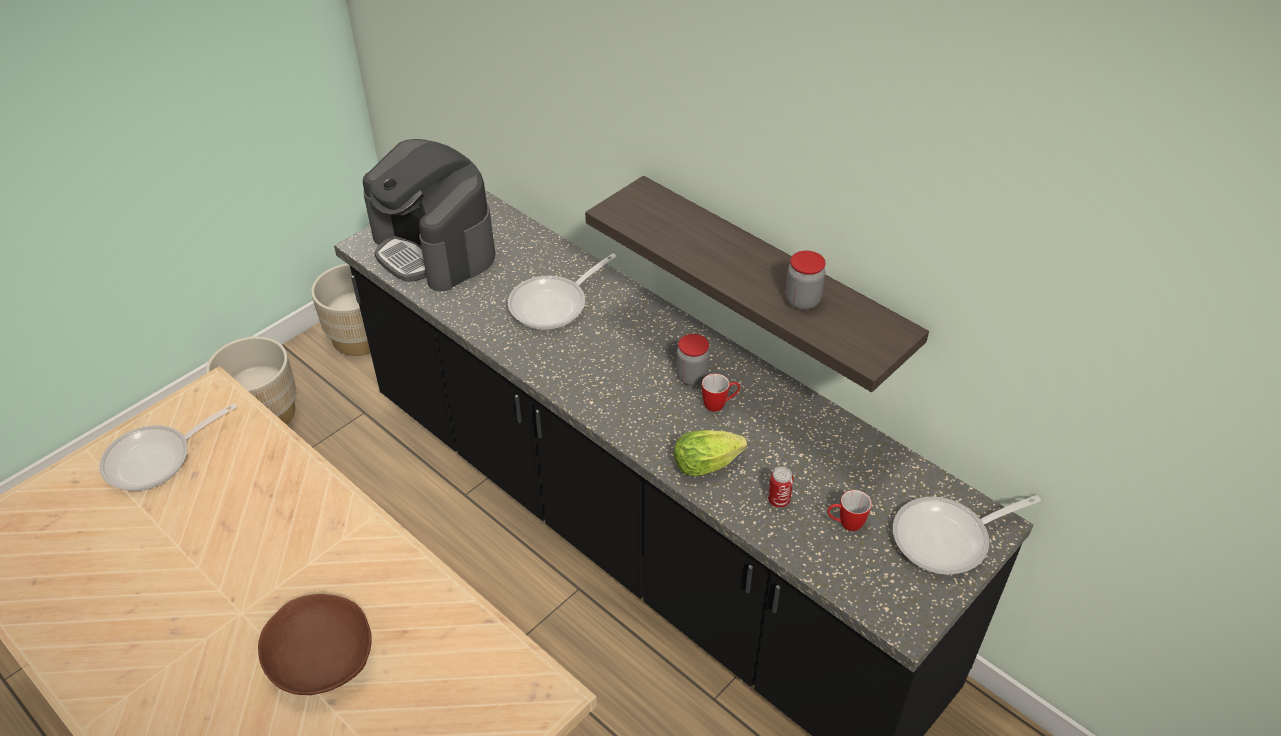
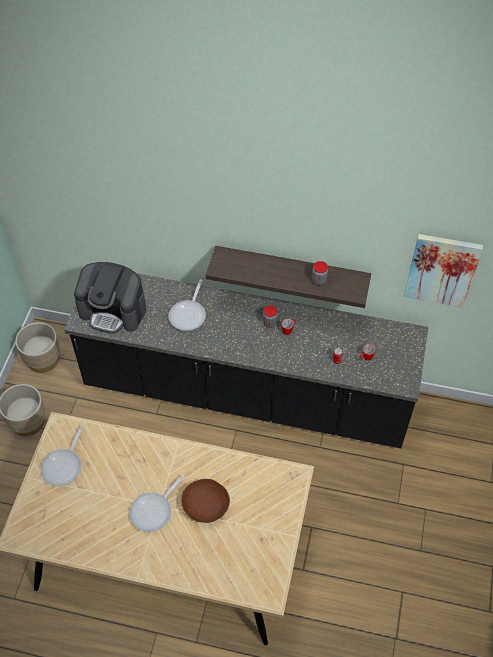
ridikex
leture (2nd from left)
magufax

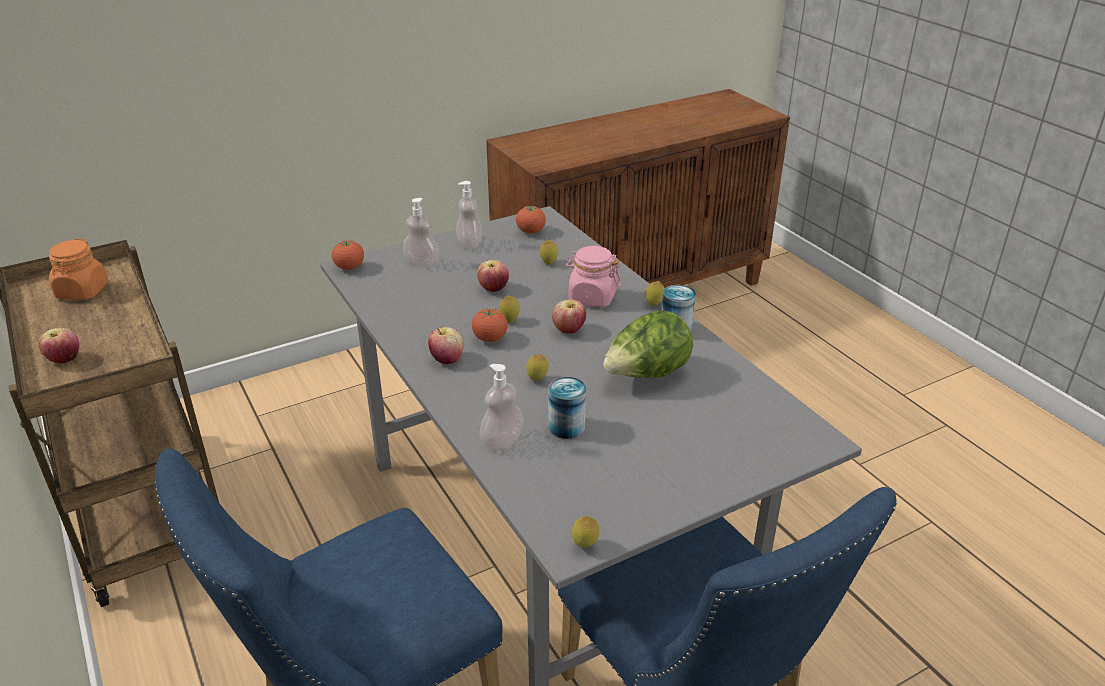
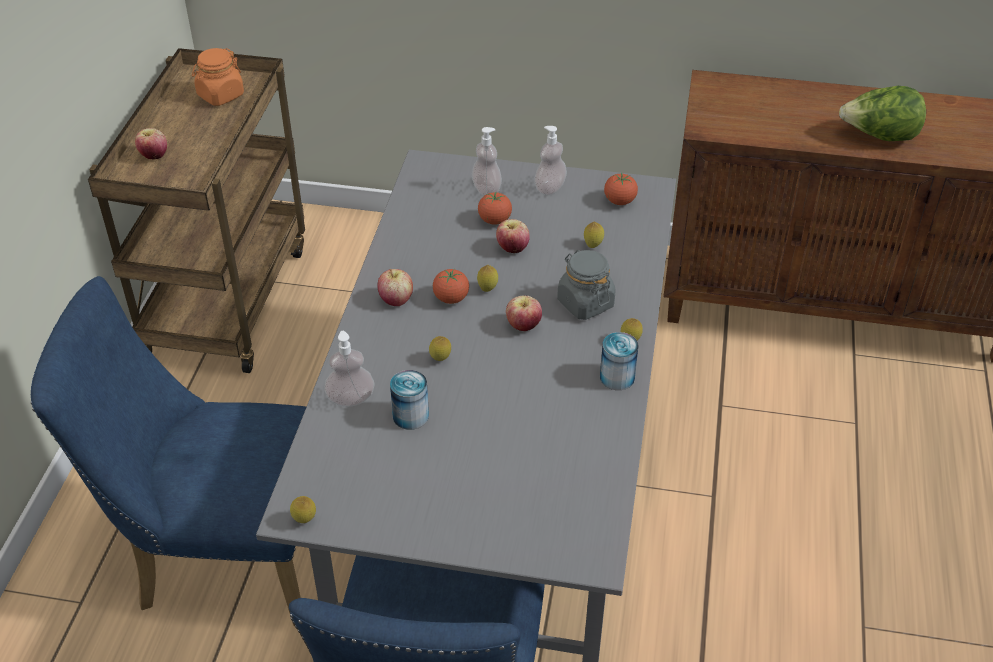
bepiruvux (2nd from left)
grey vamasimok
ridikex

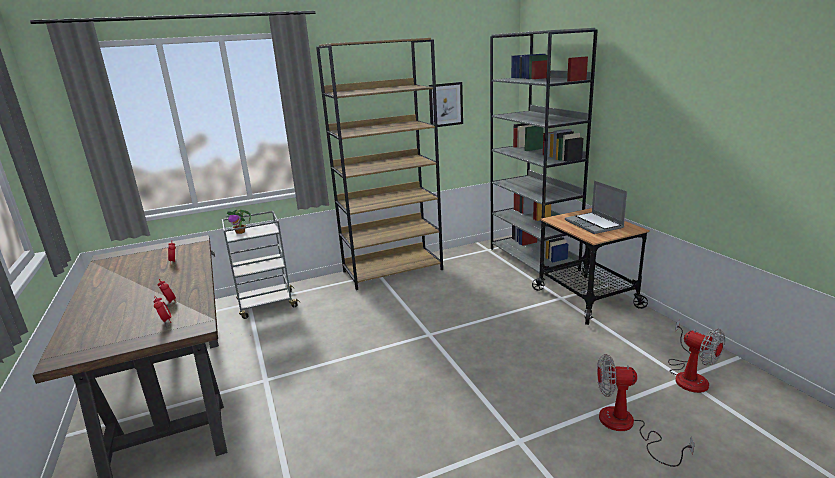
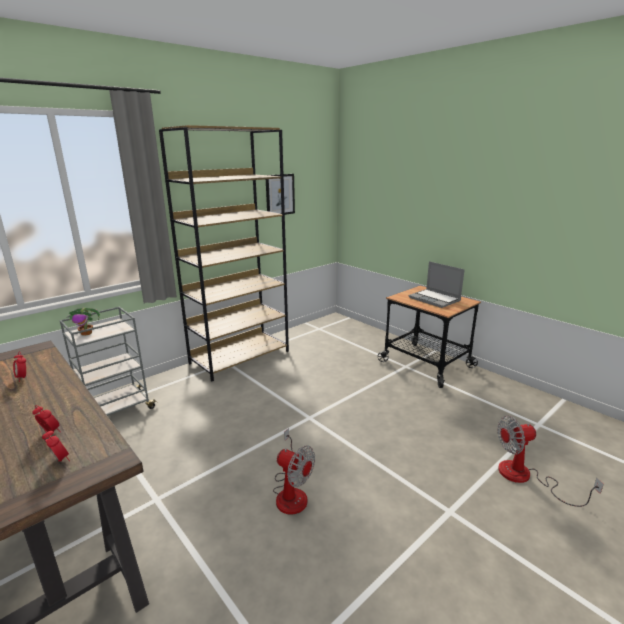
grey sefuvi
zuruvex (1st from left)

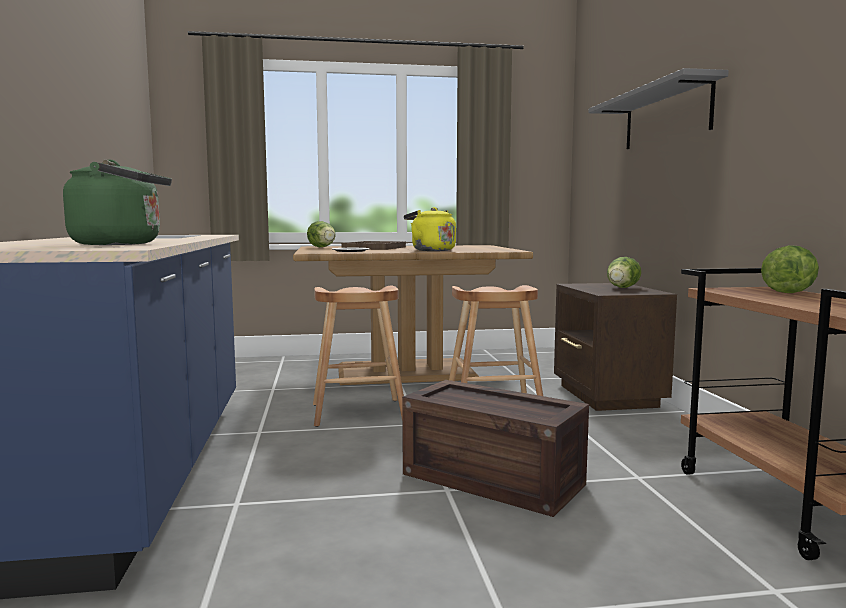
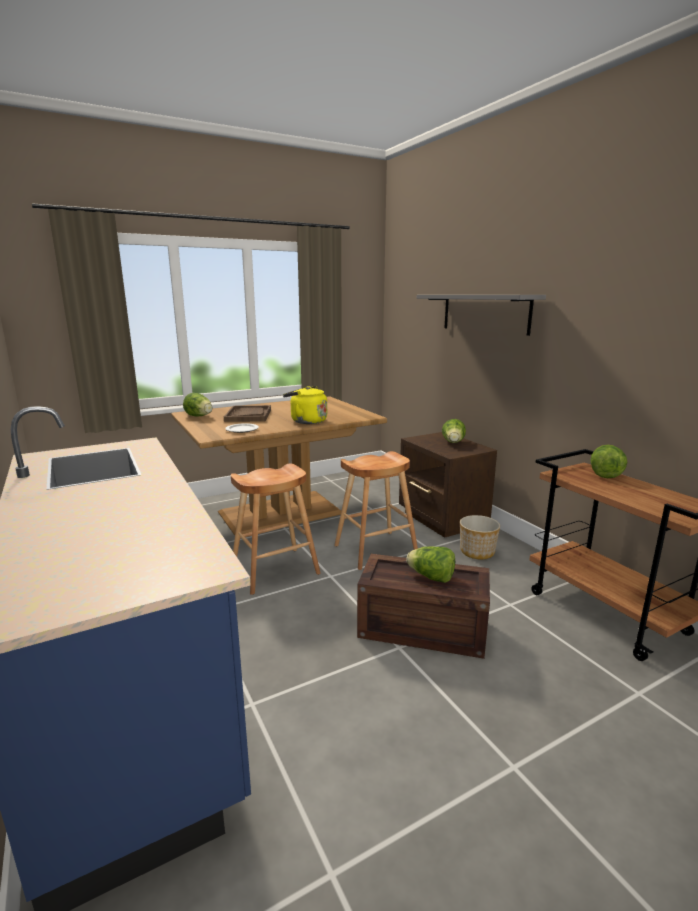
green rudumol
ridikex (2nd from left)
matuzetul

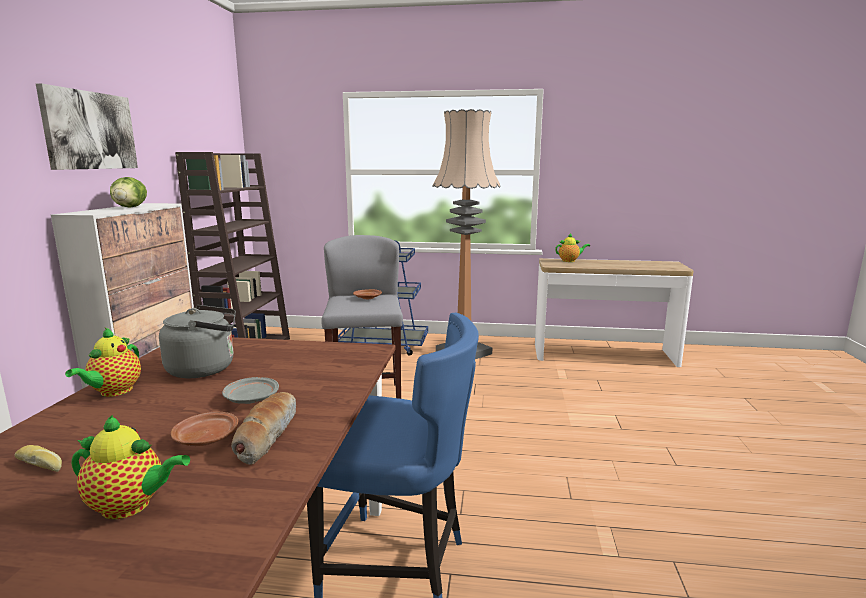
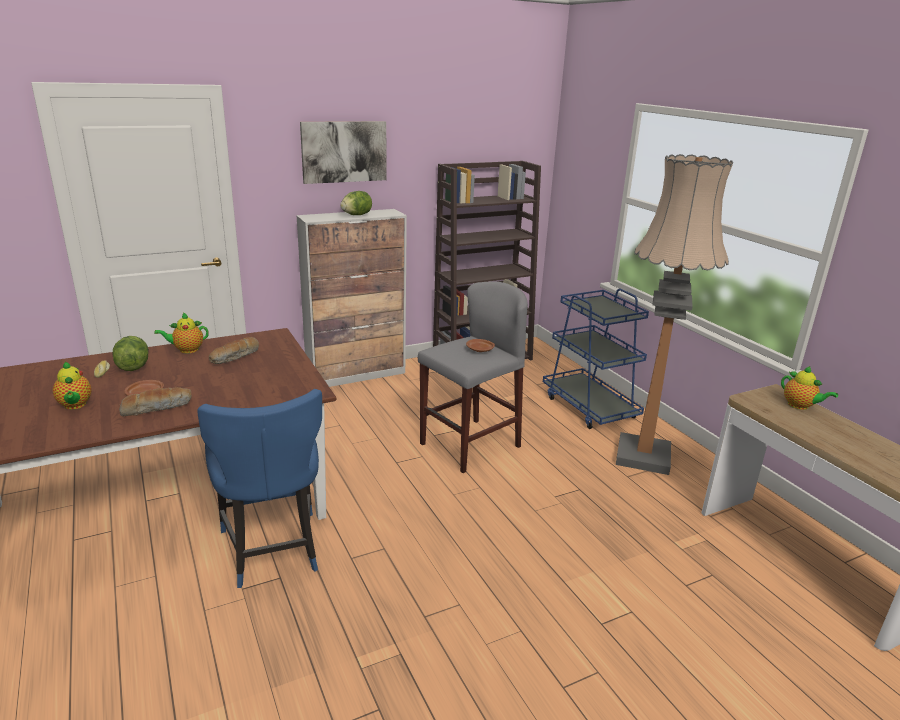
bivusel (3rd from left)
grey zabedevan
ridikex (1st from left)

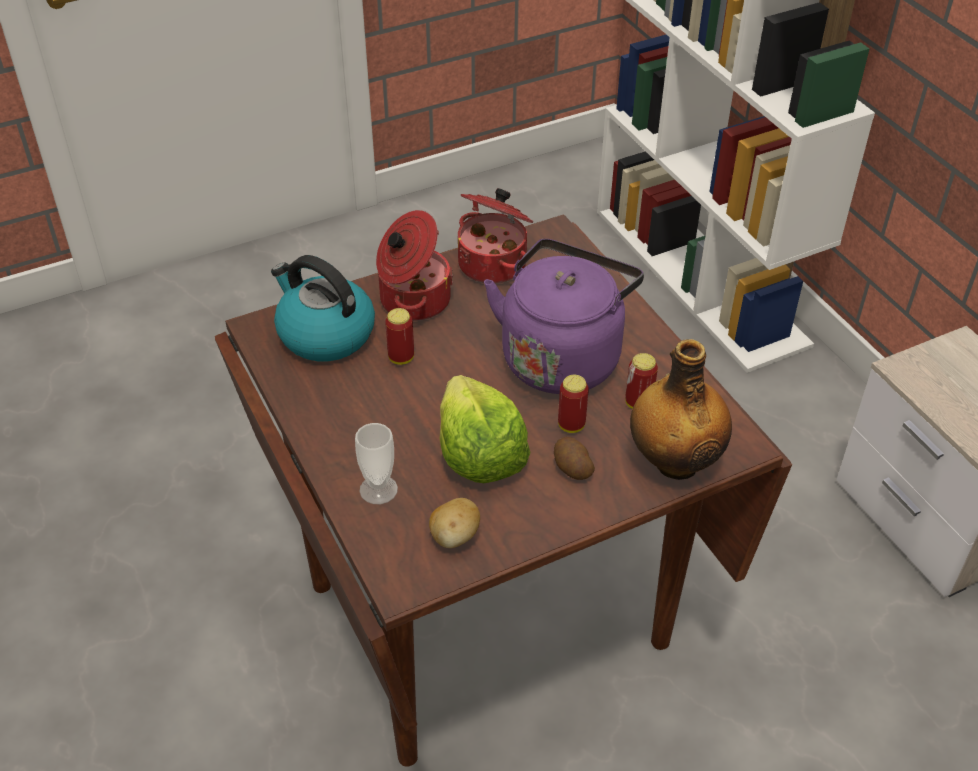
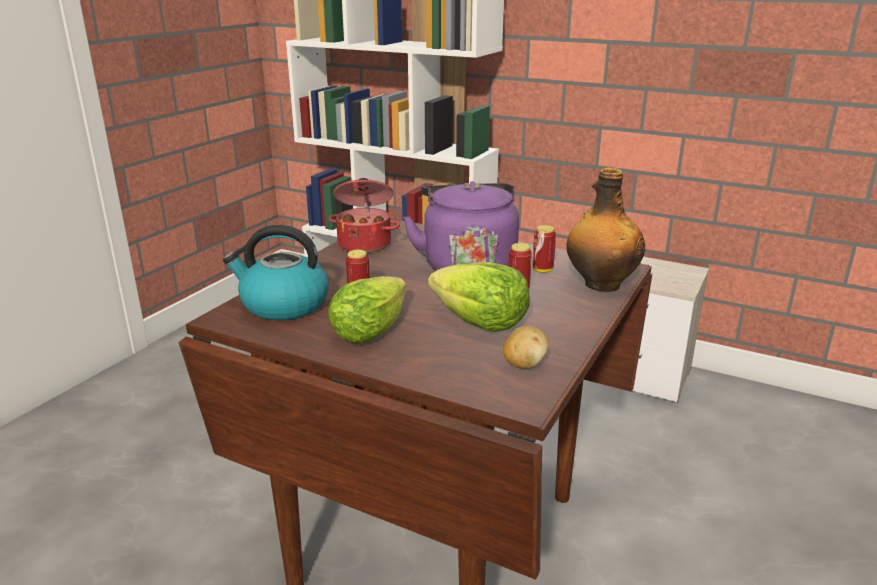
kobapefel
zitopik (1st from left in the first image)
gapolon (2nd from left in the first image)
ridikex (1st from left)

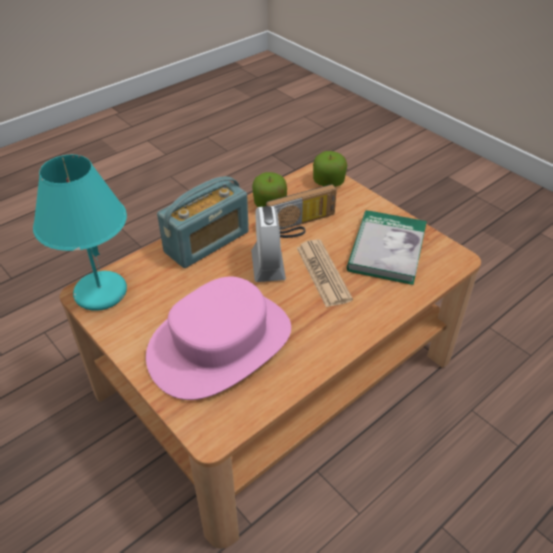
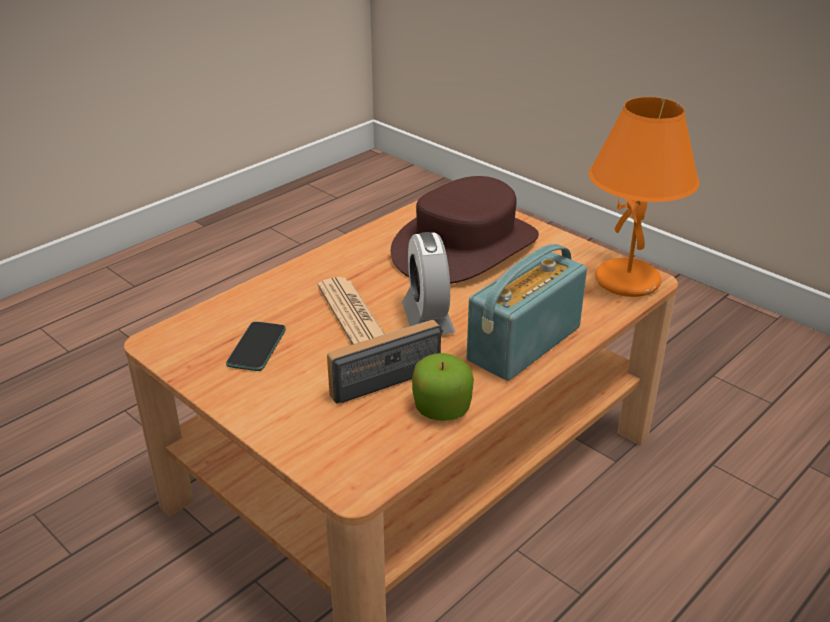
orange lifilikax
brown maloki
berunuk (2nd from left in the first image)
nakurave

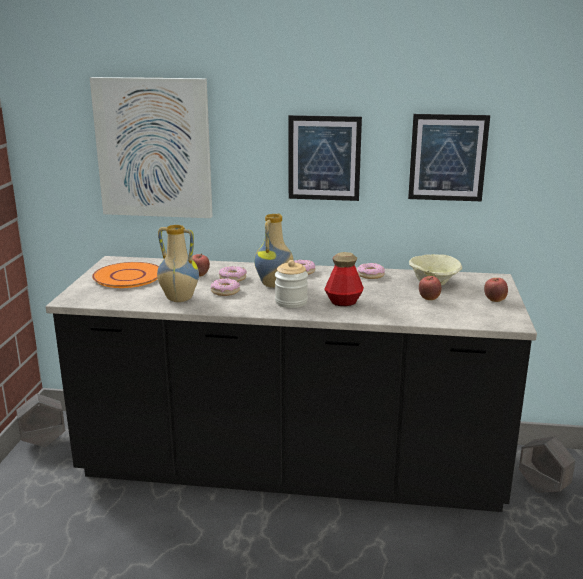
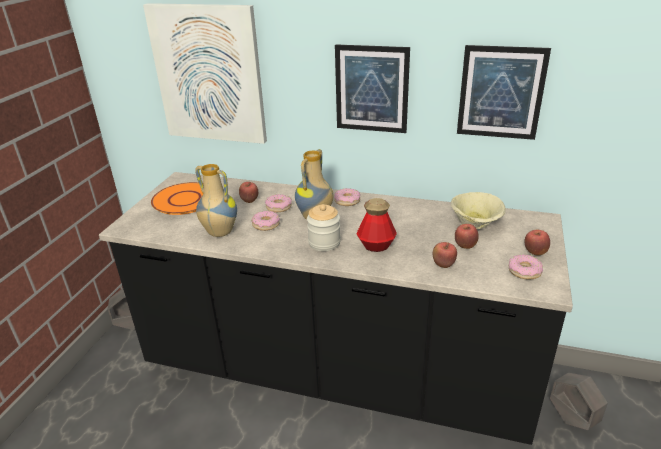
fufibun (4th from left)
berunuk (2nd from left)

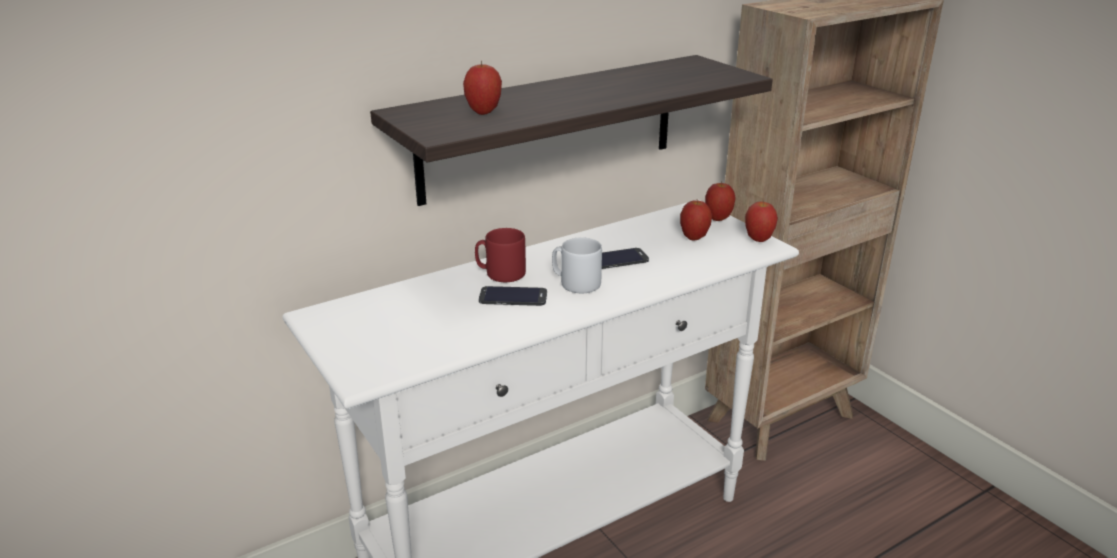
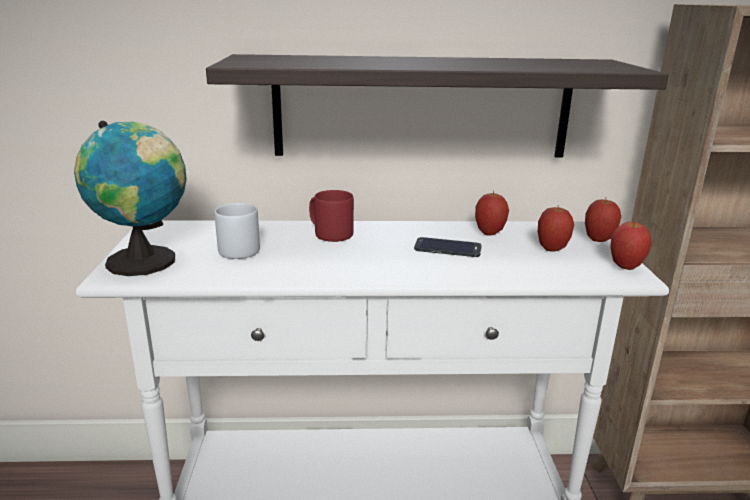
berunuk (1st from left)
nakurave (1st from left in the first image)
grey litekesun
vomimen

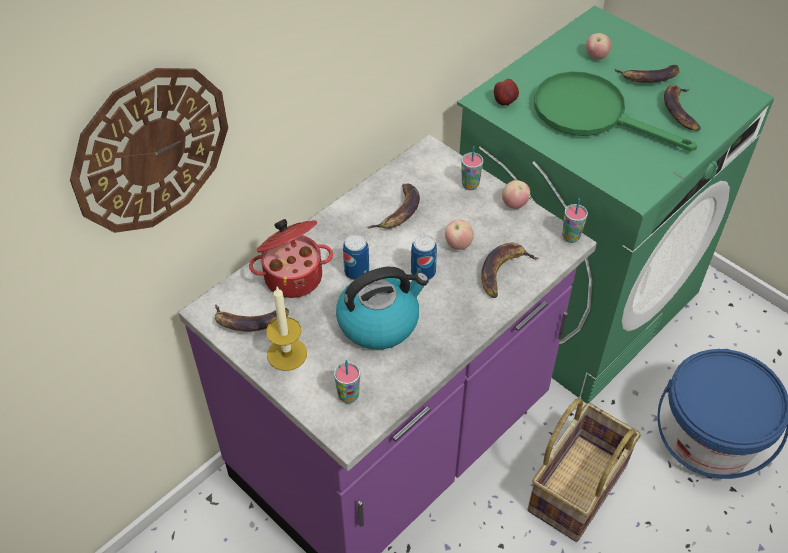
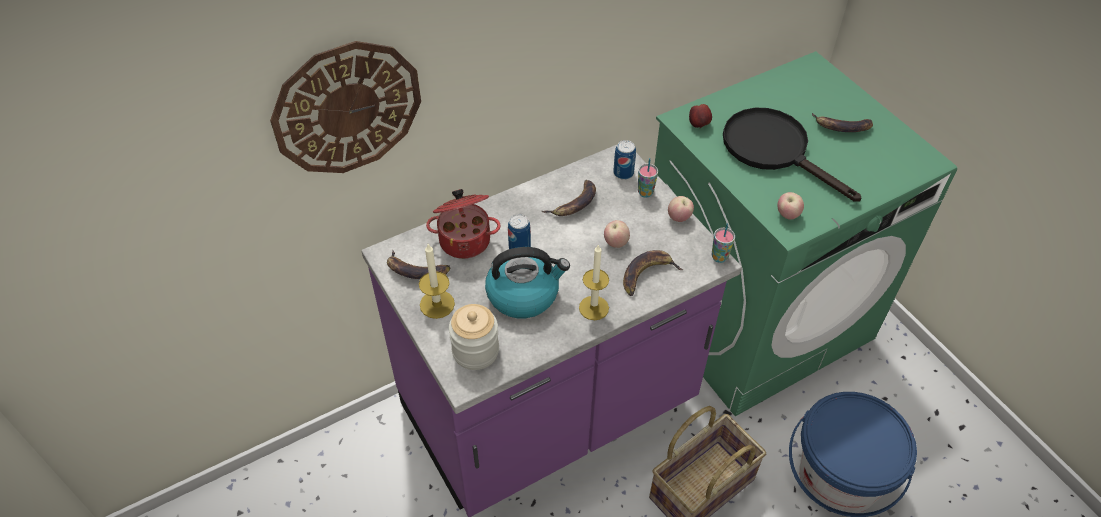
vamasimok
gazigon (2nd from left)
black leture
berunuk (4th from left)
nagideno (5th from left in the first image)
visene (2nd from left)

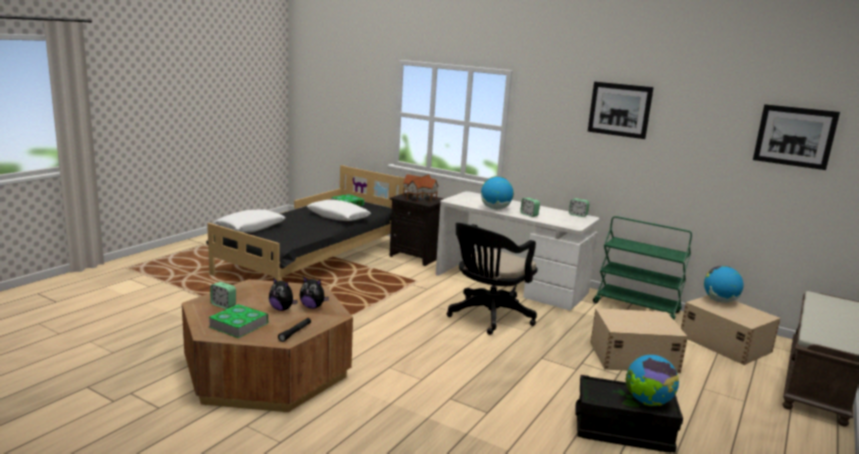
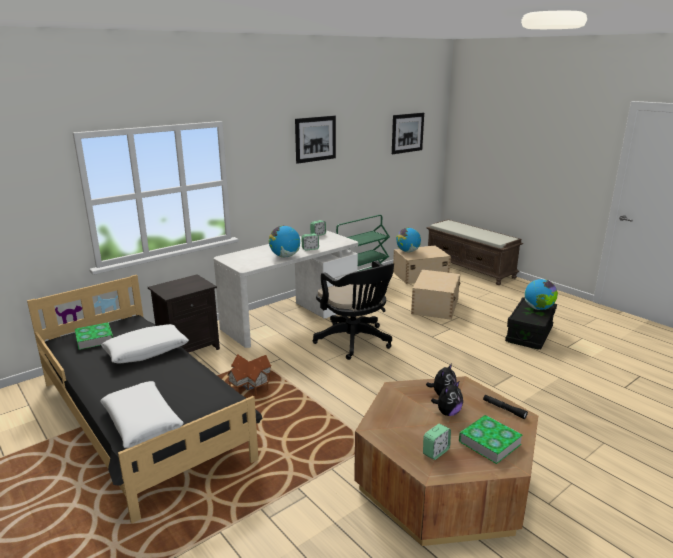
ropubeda

